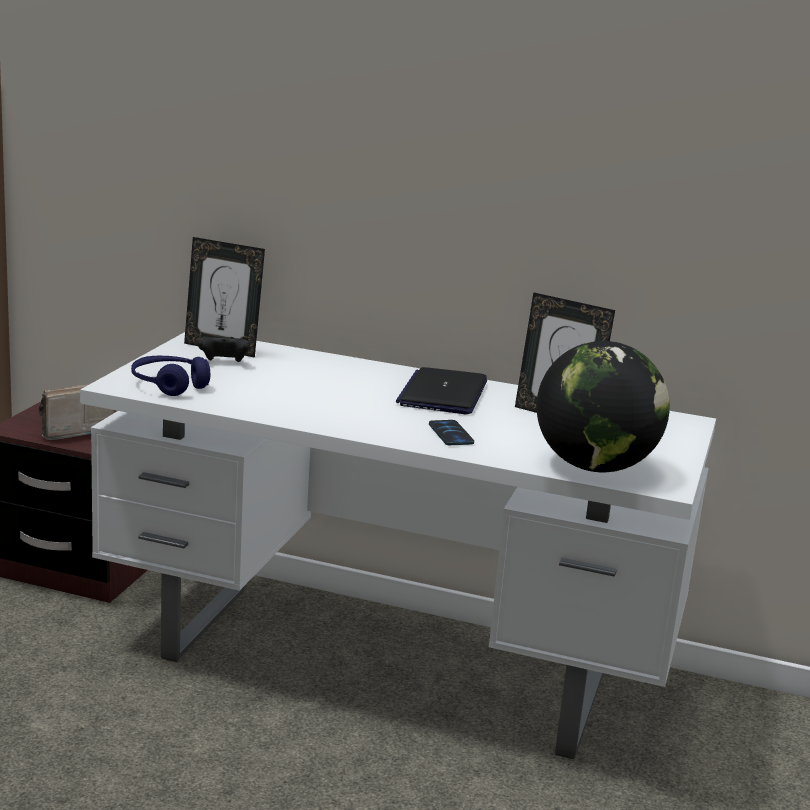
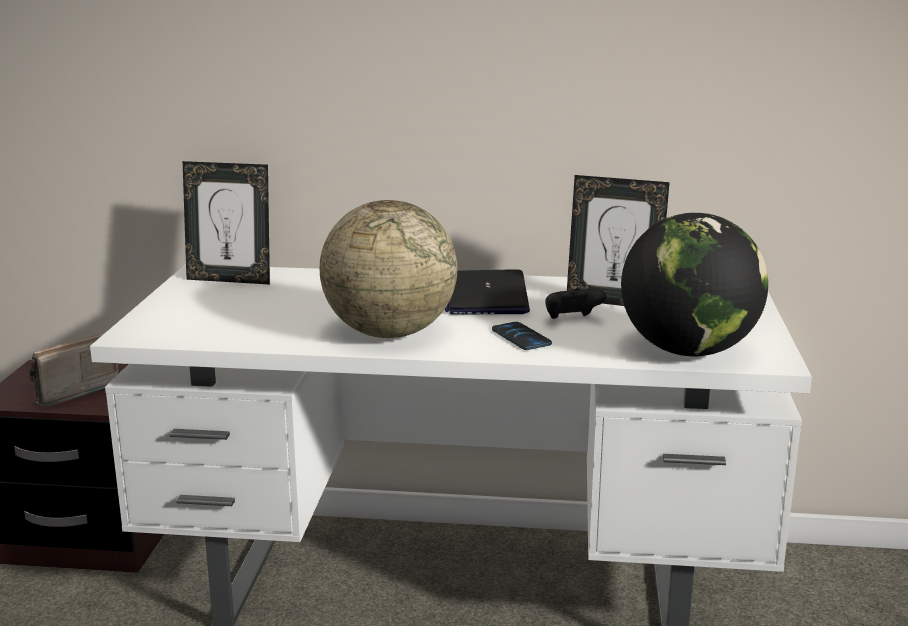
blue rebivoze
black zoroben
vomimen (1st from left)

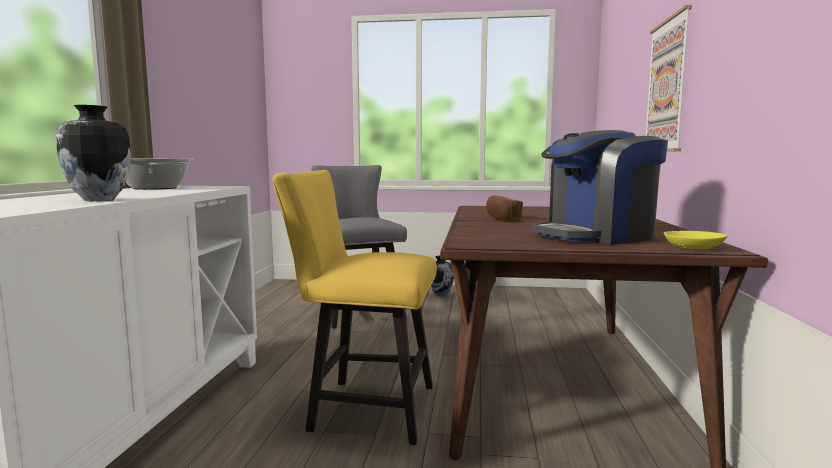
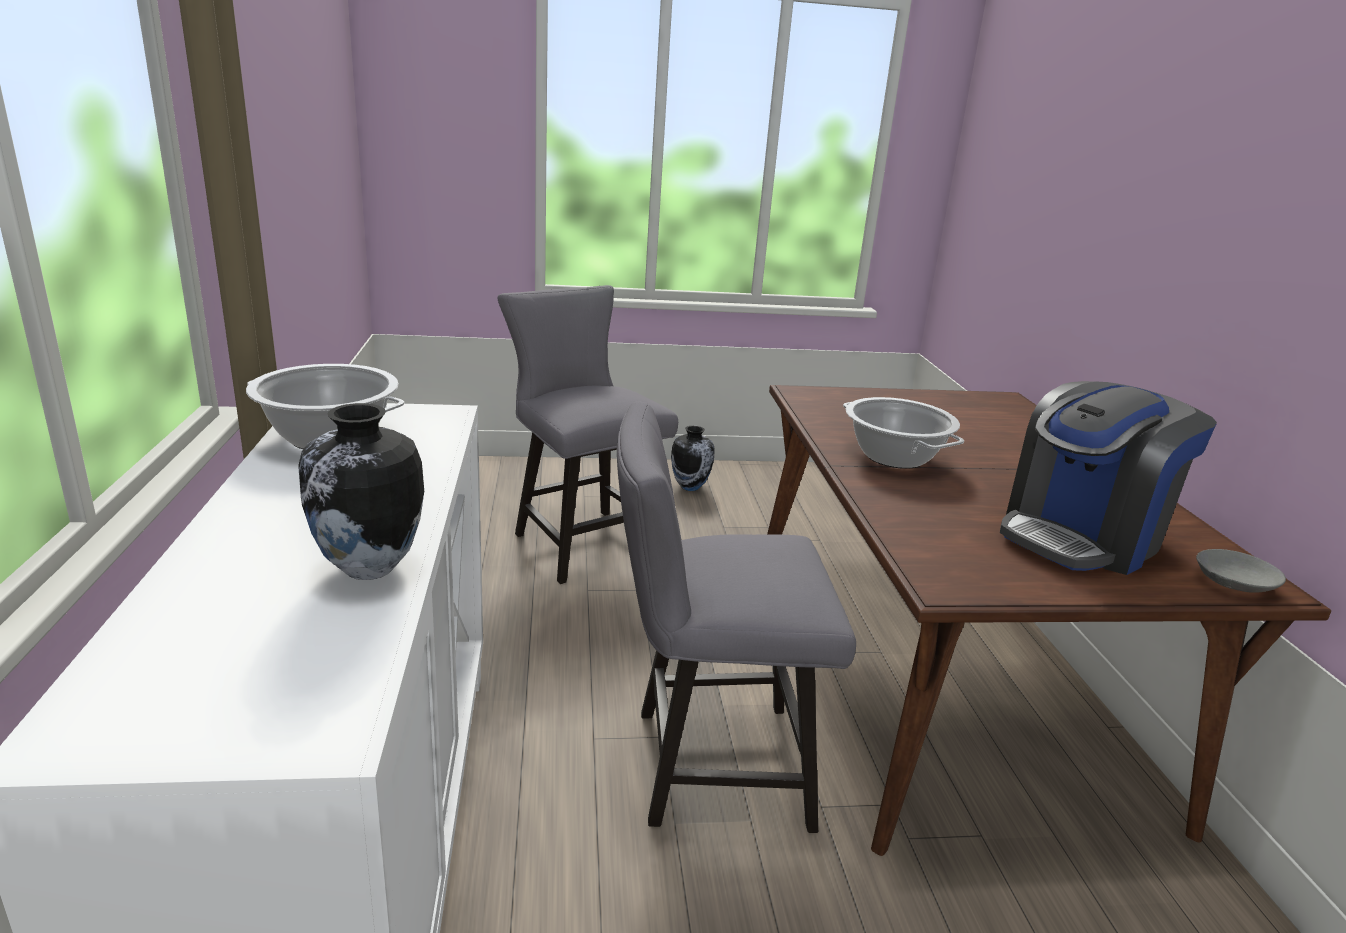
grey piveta (2nd from left)
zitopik (2nd from left)
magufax
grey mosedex

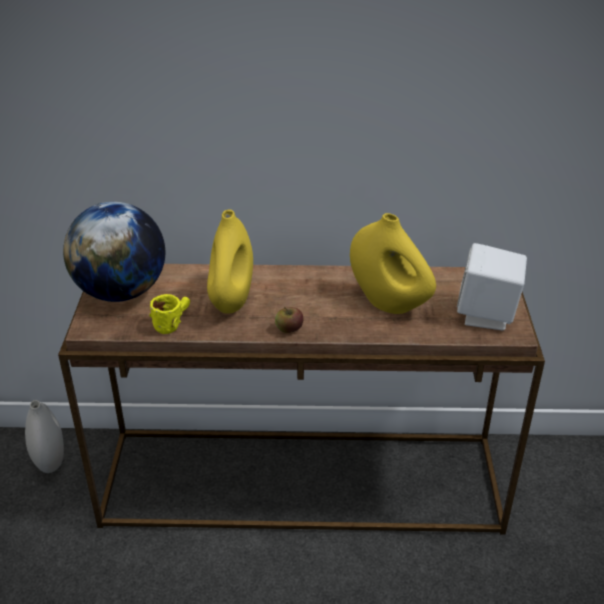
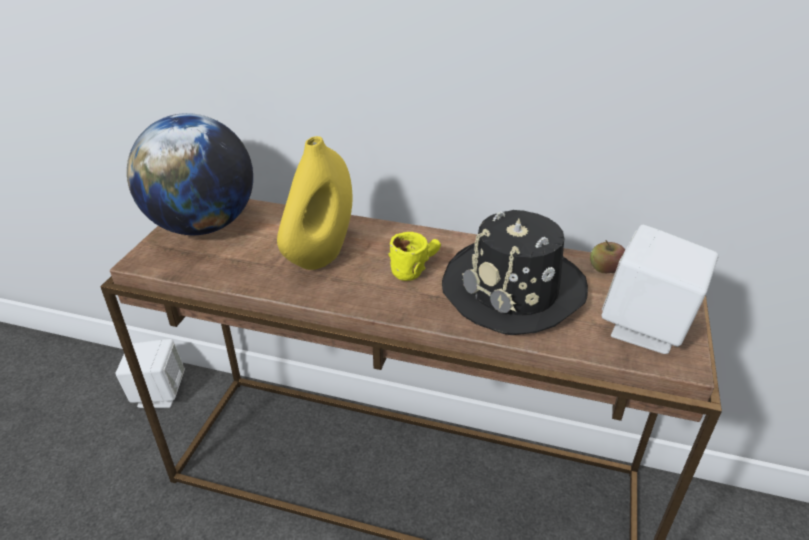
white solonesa (1st from left)
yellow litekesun
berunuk
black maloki

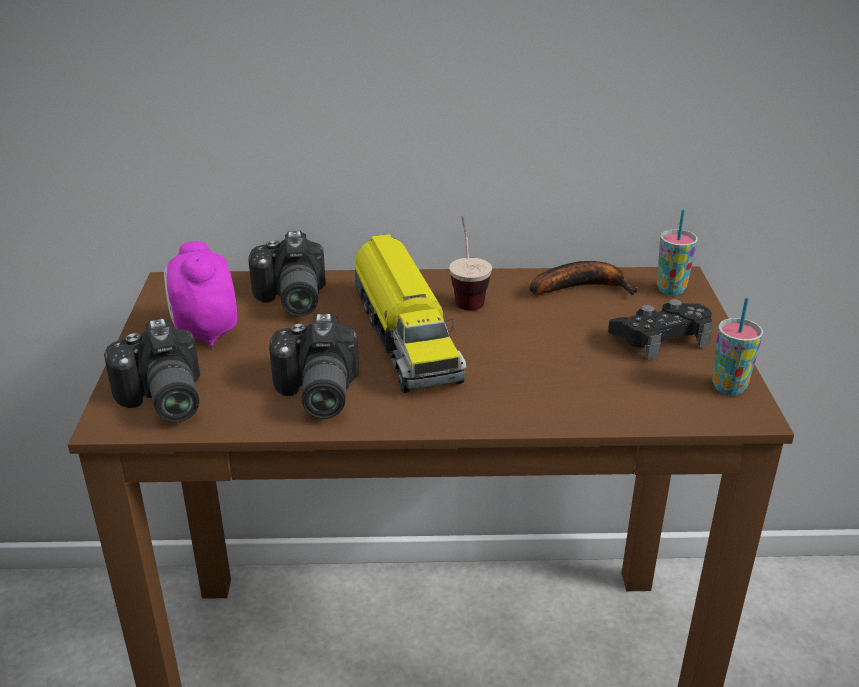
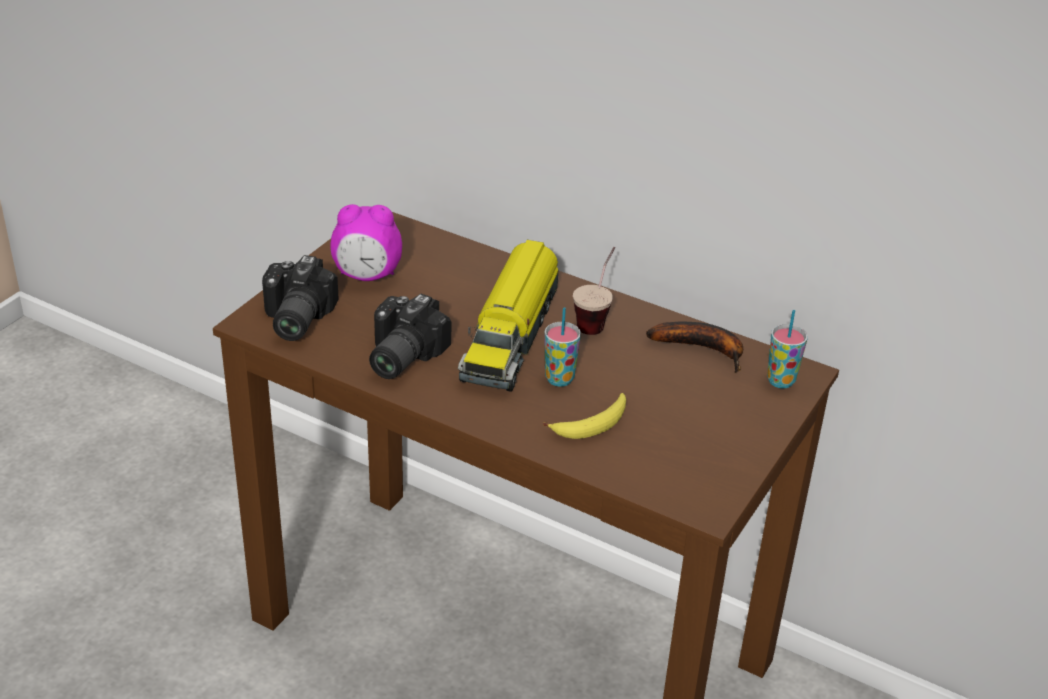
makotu
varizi (2nd from left in the first image)
black zoroben
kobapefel (1st from left)
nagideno (1st from left)

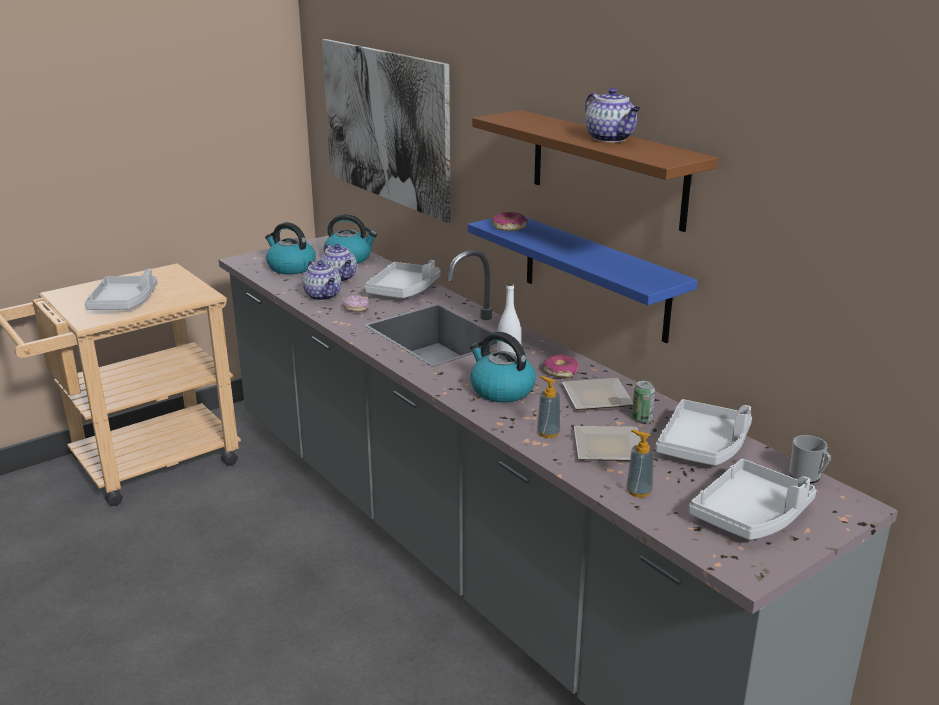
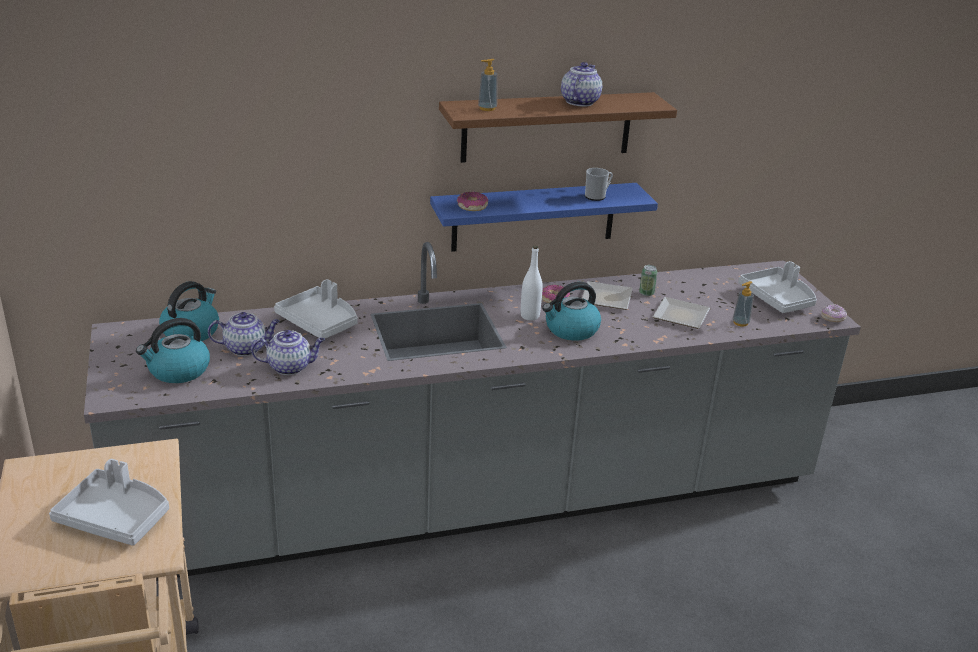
magufax
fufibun (3rd from left)
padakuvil (1st from left)
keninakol (3rd from left)
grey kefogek (3rd from left in the first image)
litekesun

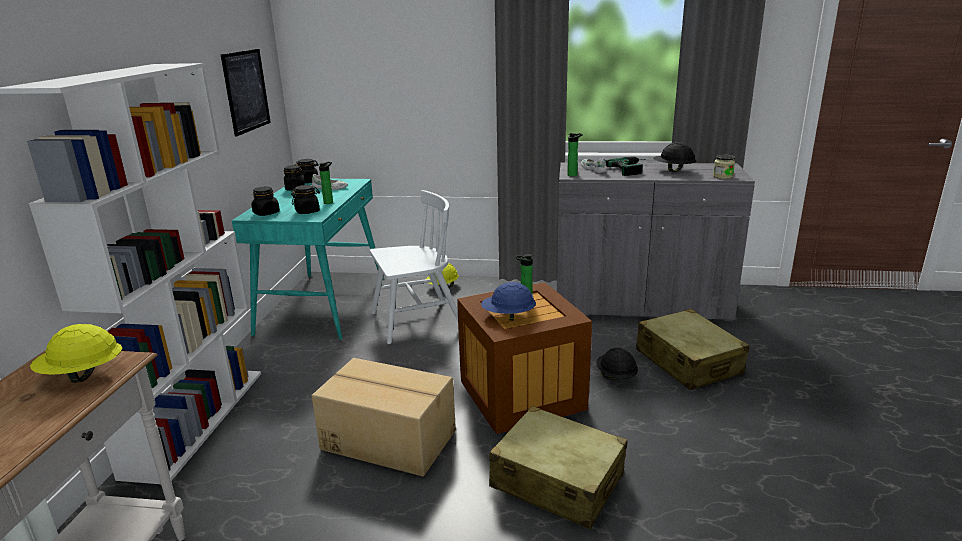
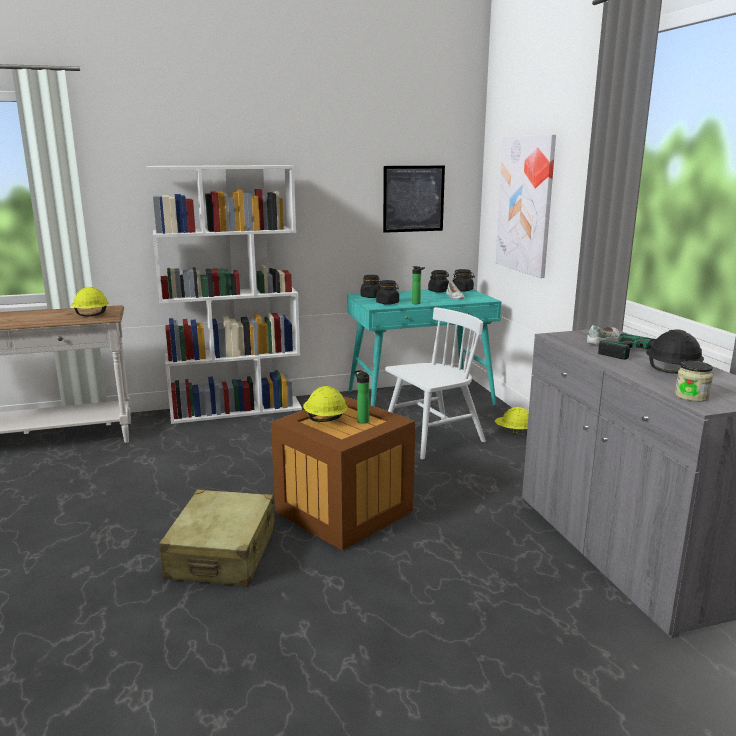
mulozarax
white piveta
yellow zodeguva (2nd from left)
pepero (3rd from left in the first image)
black zodeguva (1st from left in the first image)
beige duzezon (2nd from left in the first image)
magufax (2nd from left)

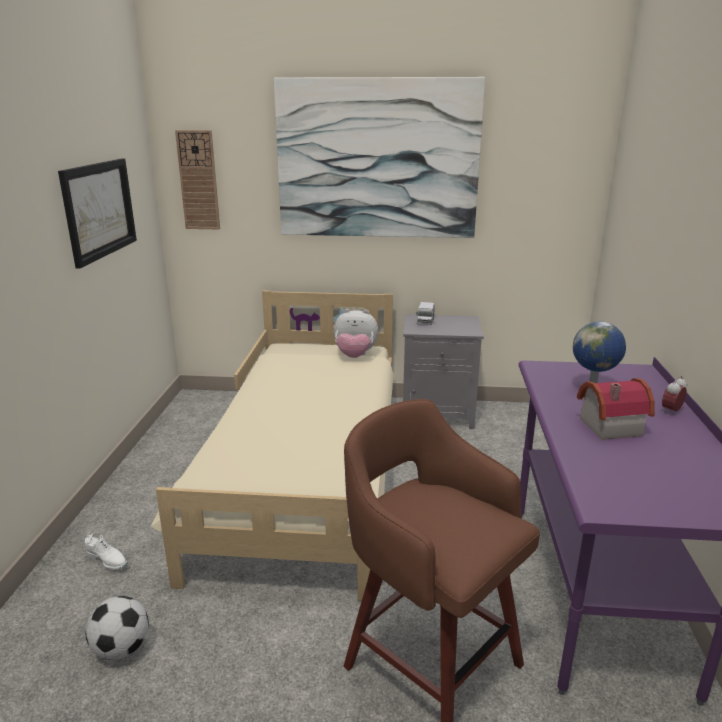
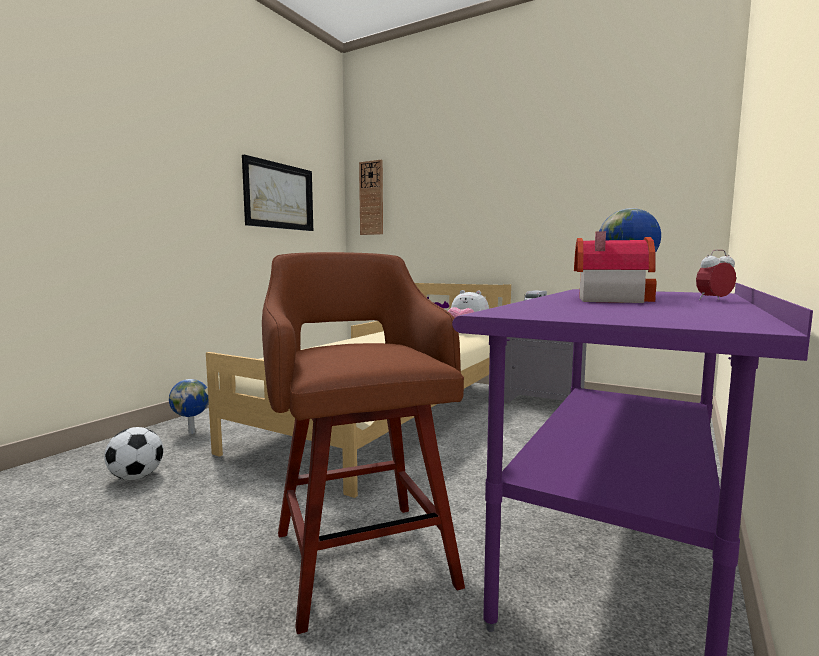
vomimen (1st from left)
magufax (2nd from left in the first image)

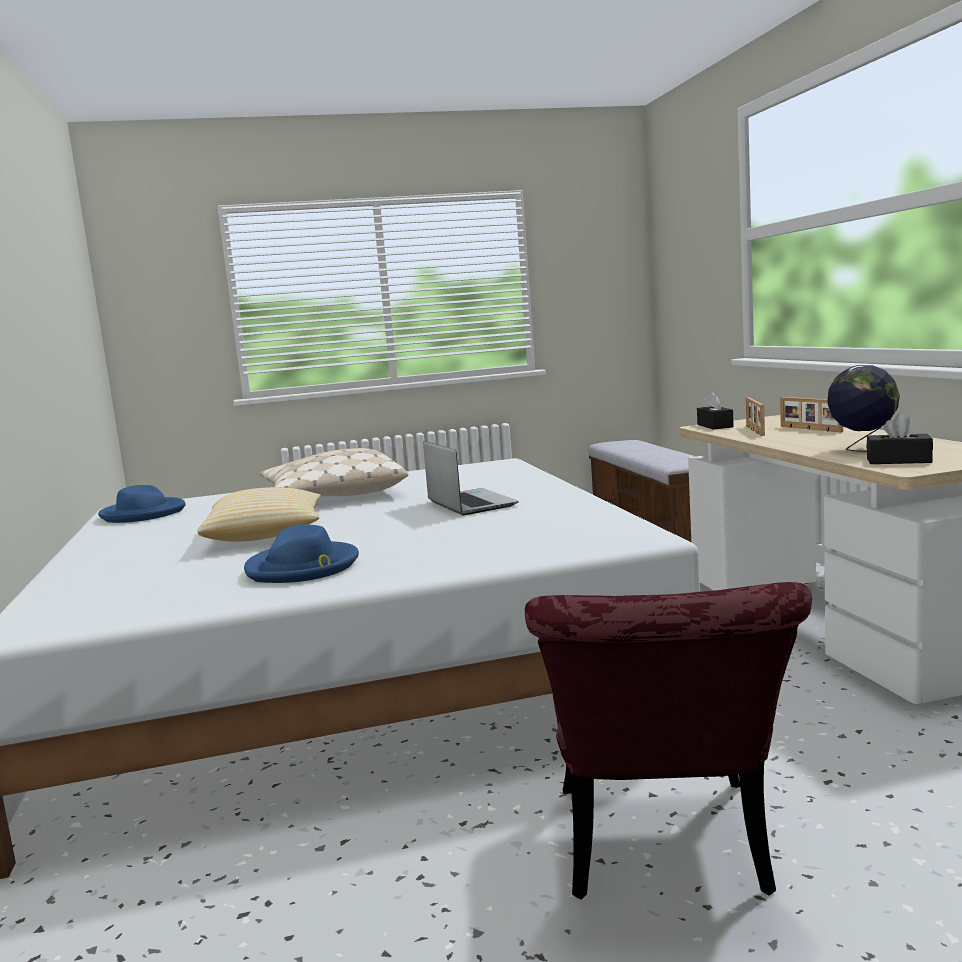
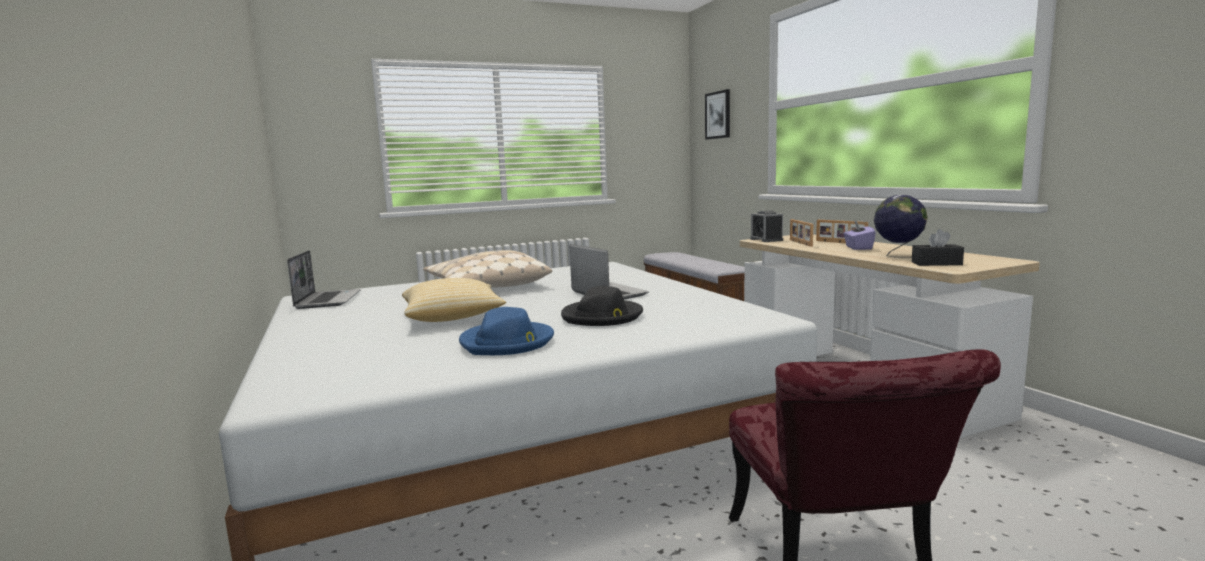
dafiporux (1st from left)
makotu
black maloki
magufax
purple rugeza

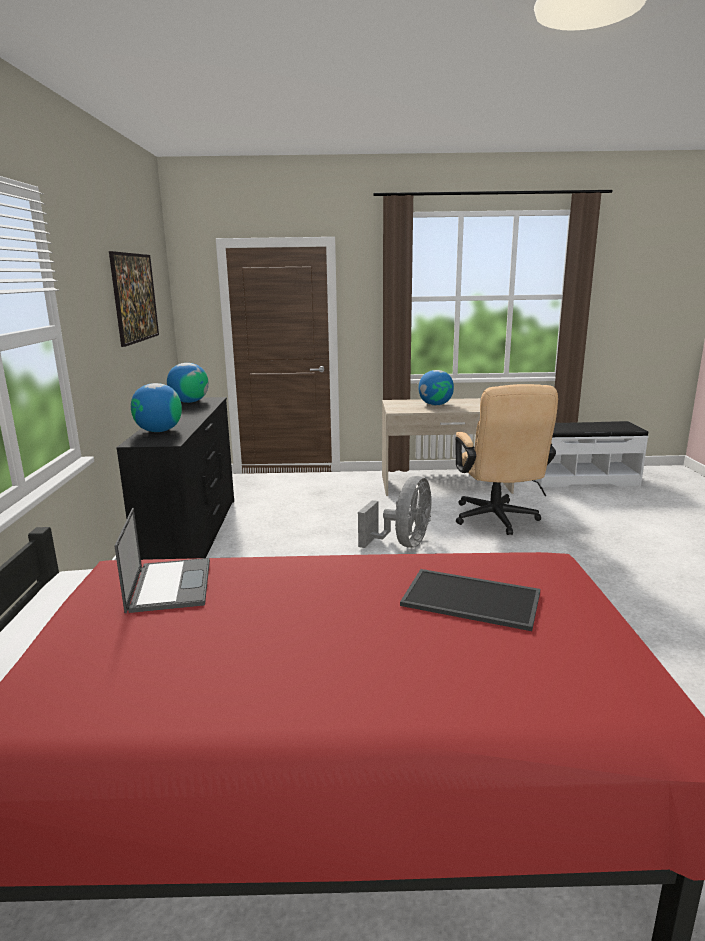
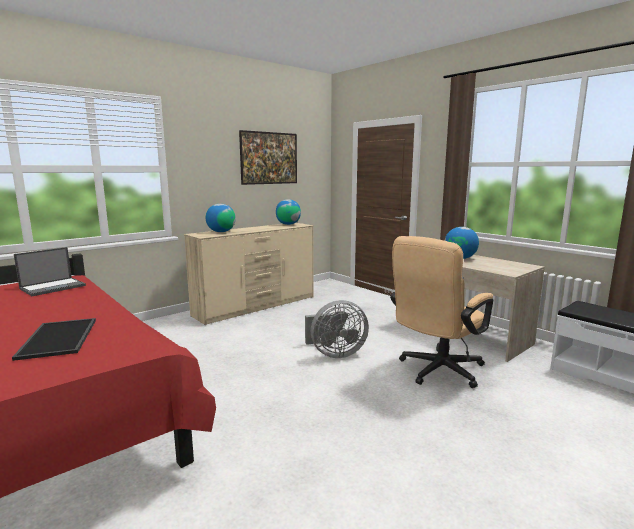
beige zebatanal

